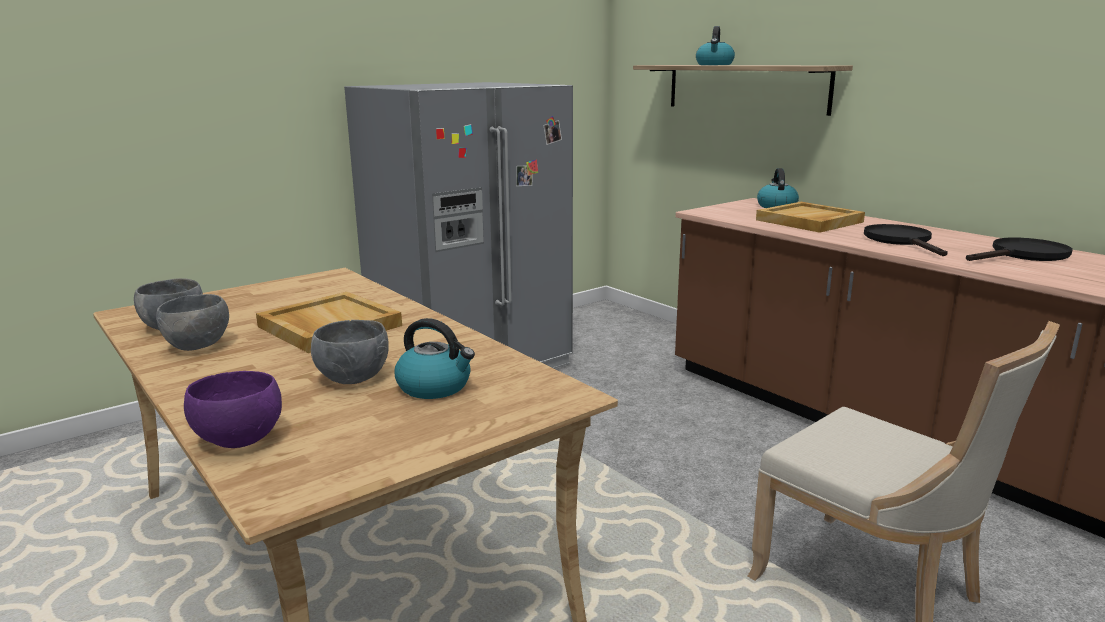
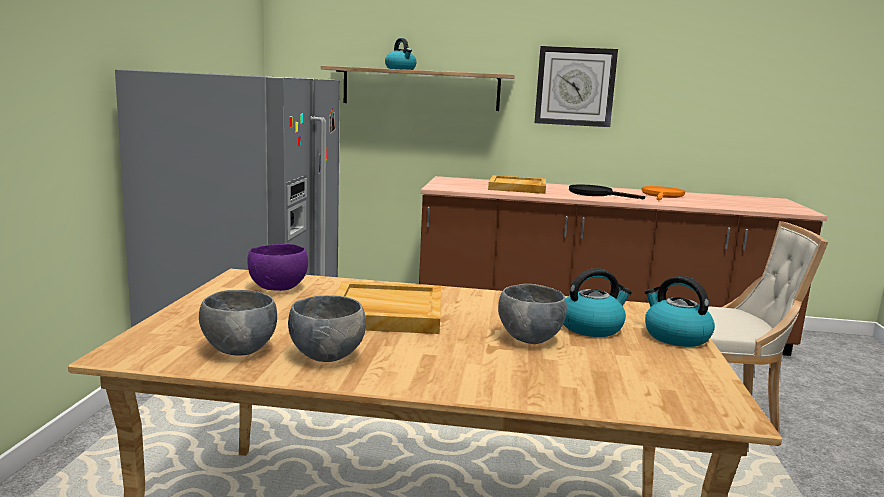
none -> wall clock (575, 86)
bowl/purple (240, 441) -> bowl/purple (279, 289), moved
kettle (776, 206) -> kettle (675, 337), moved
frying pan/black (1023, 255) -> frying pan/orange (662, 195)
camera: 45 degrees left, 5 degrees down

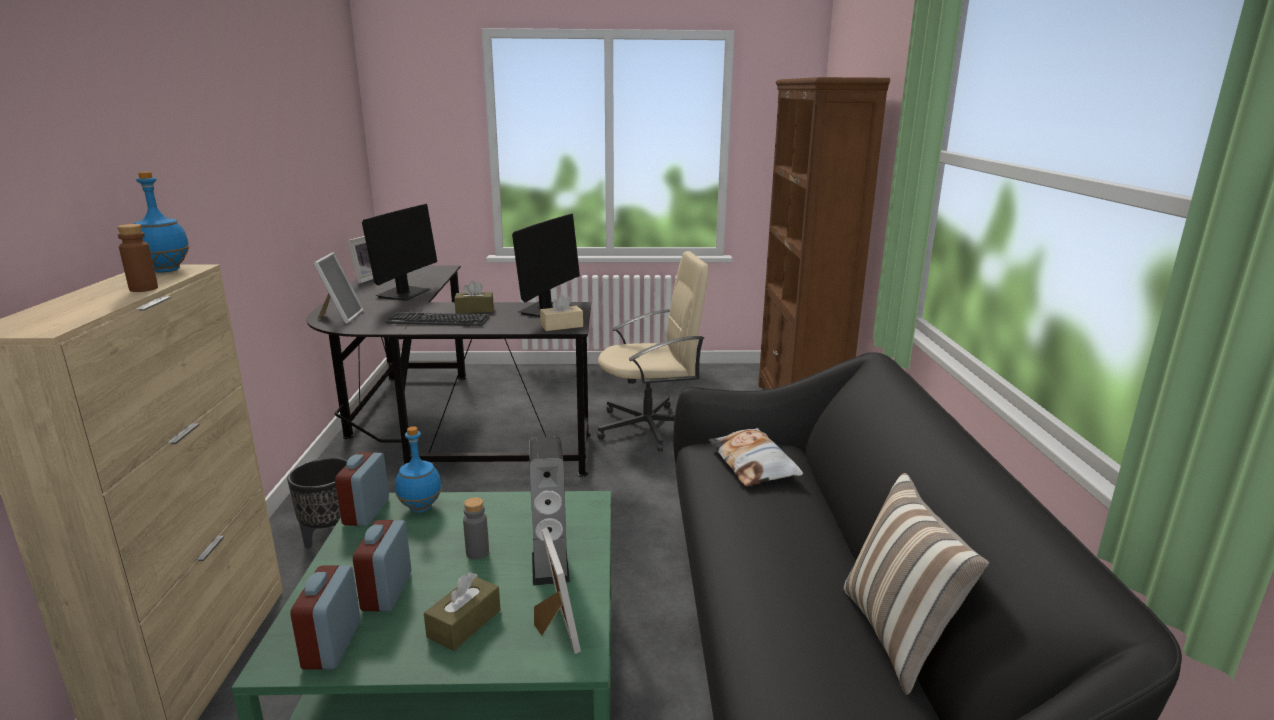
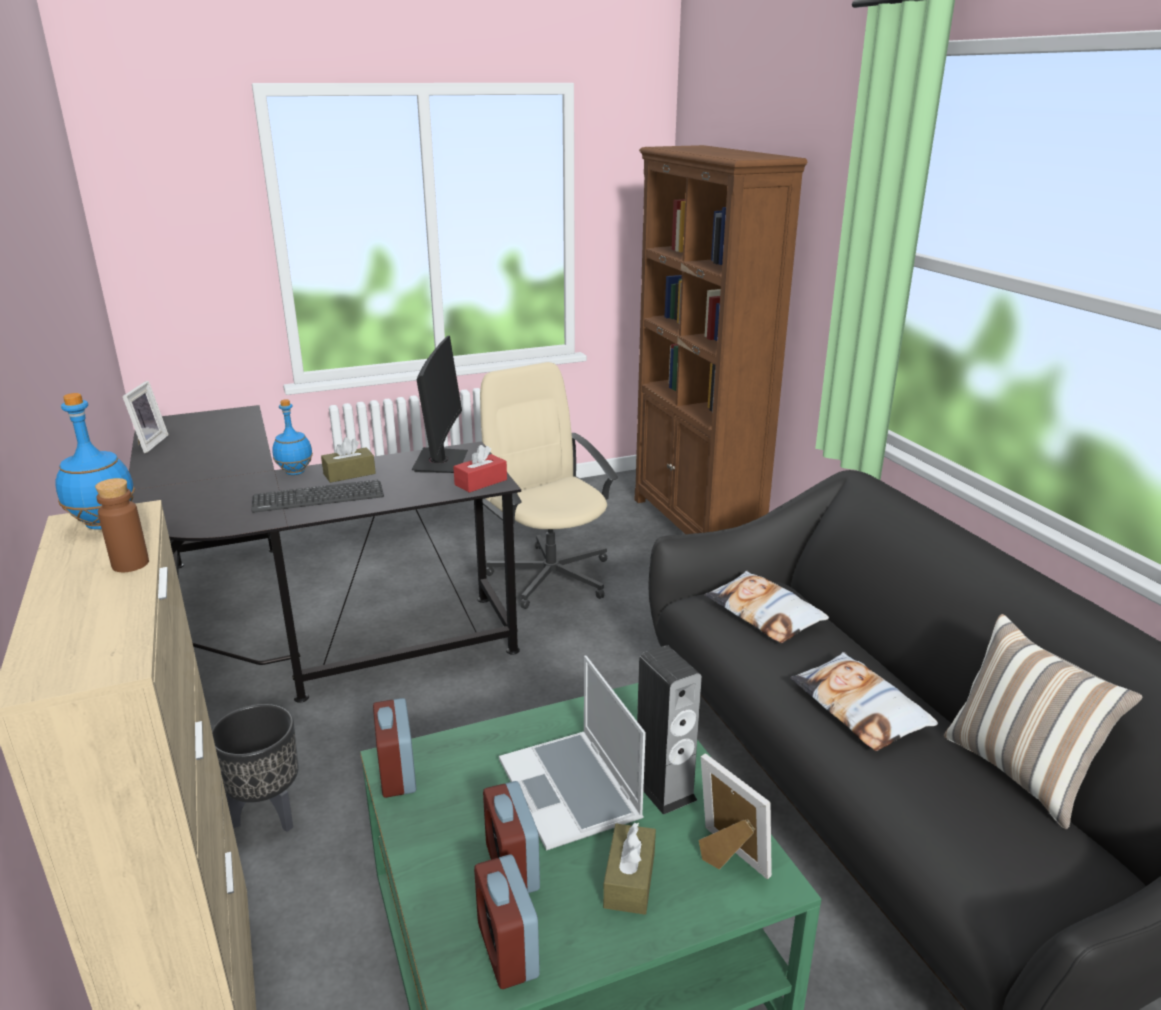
picture frame (340, 317) -> none
monitor (404, 294) -> none
none -> pillow (859, 708)
bottle/blue (420, 508) -> bottle/blue (295, 472), moved
bottle/grey (477, 552) -> laptop (572, 791)
tissue box/beige (561, 326) -> tissue box/red (481, 482)
office chair/beige (650, 427) -> office chair/beige (550, 575), 90 degrees counterclockwise
camera: 20 degrees left, 5 degrees up

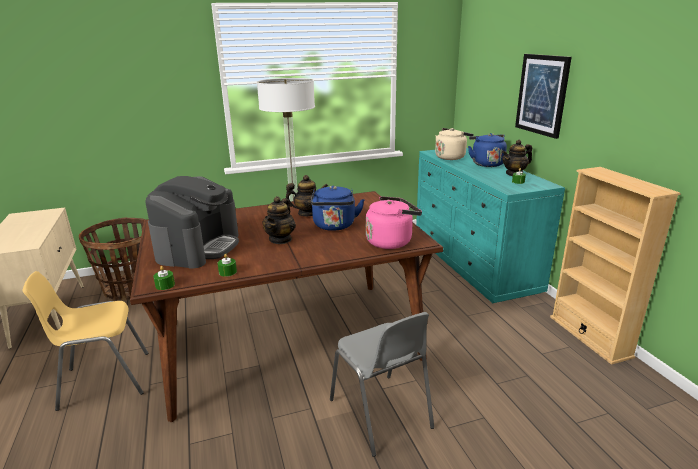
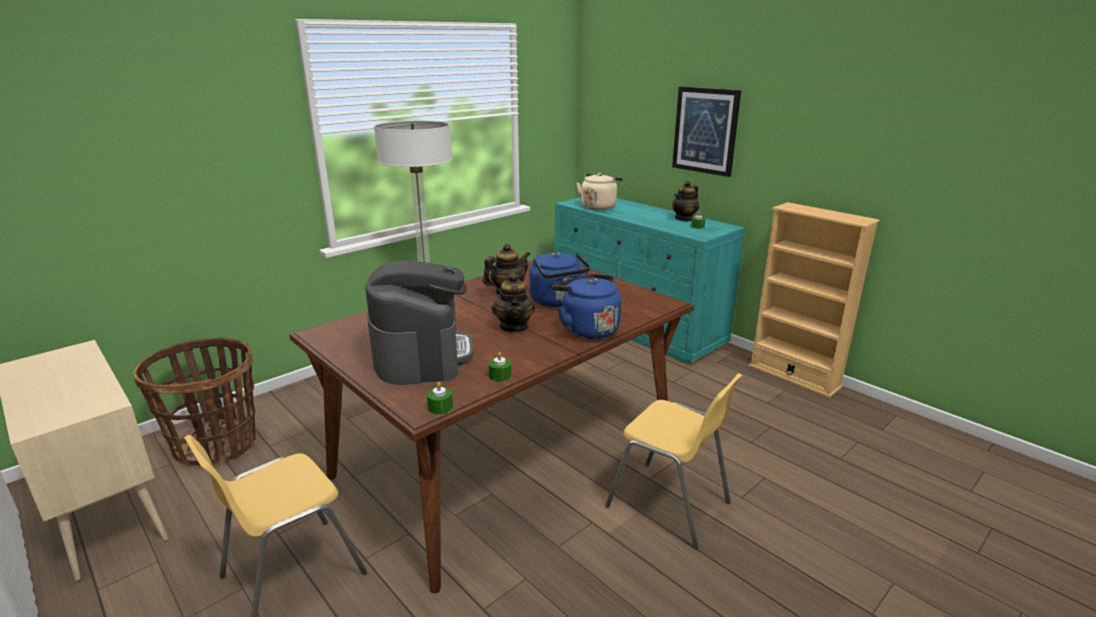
kettle/pink (391, 241) -> none
kettle/blue (486, 163) -> kettle/blue (587, 329), moved
chair/grey (381, 414) -> chair/yellow (669, 505)
camera: 25 degrees left, 0 degrees up

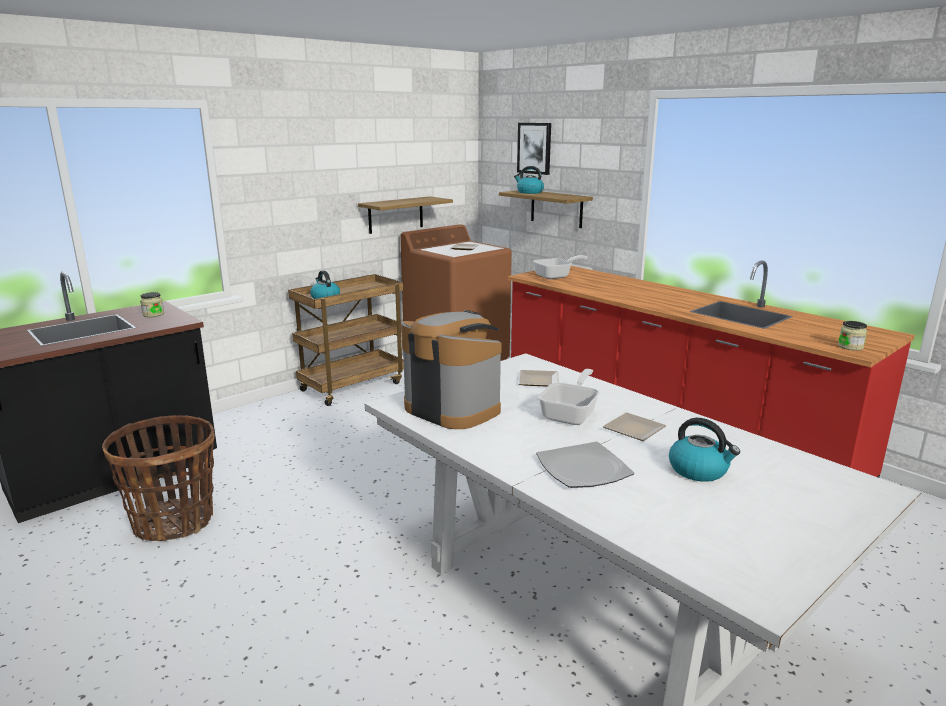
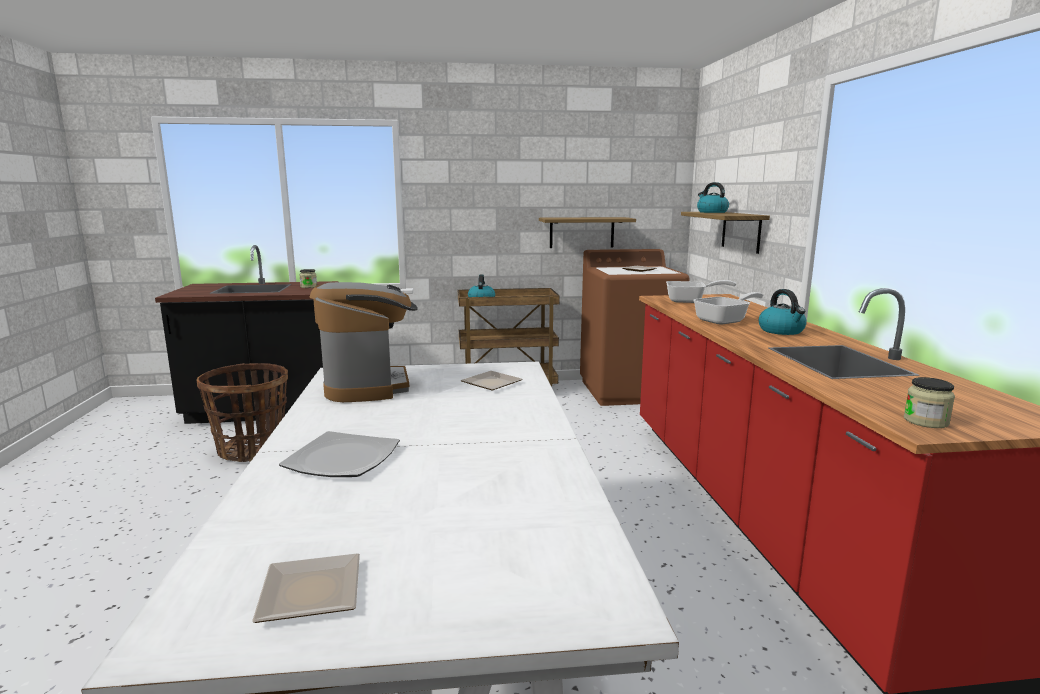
picture (534, 148) -> none
frying pan (571, 414) -> frying pan (725, 320), moved
plate (633, 428) -> plate (315, 590), moved
kettle (699, 470) -> kettle (782, 331), moved
camera: 35 degrees right, 5 degrees down

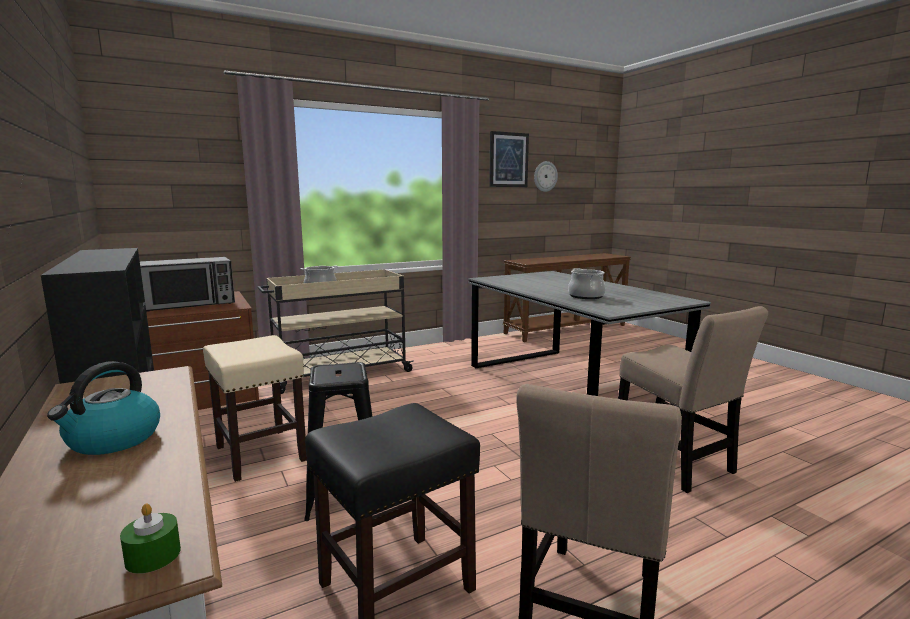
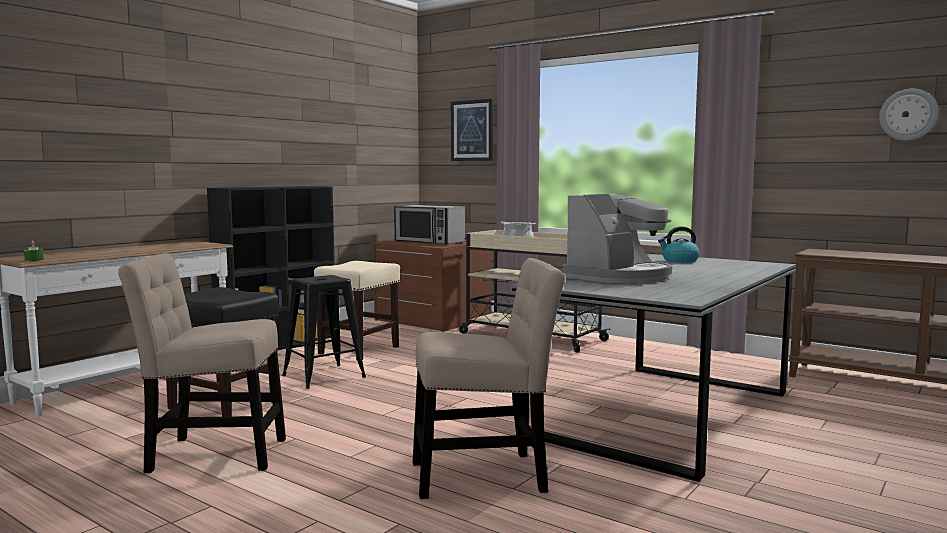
kettle (113, 440) -> kettle (679, 260), moved
picture (508, 160) -> picture (472, 130), moved
cooking pot (585, 296) -> coffee machine (619, 277)
chair/beige (676, 463) -> chair/beige (485, 475), 135 degrees counterclockwise
camera: 65 degrees right, 5 degrees down

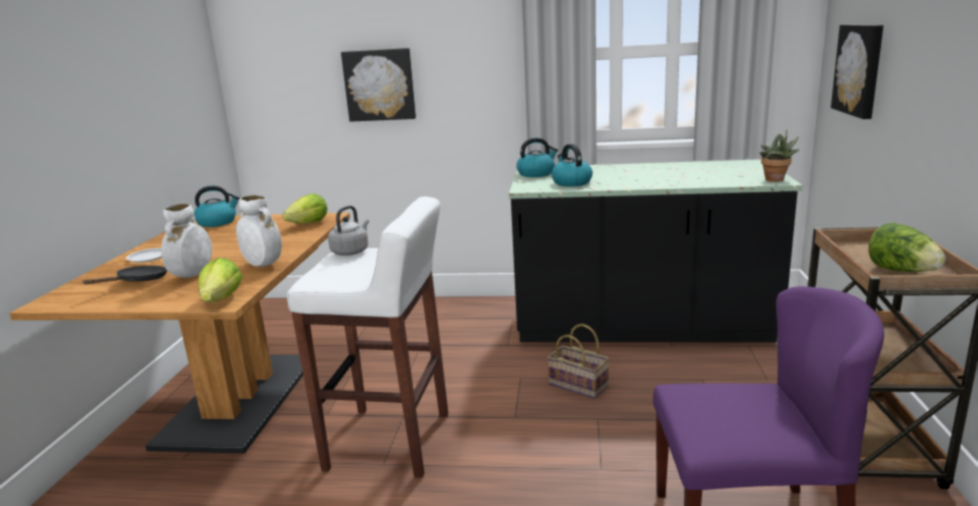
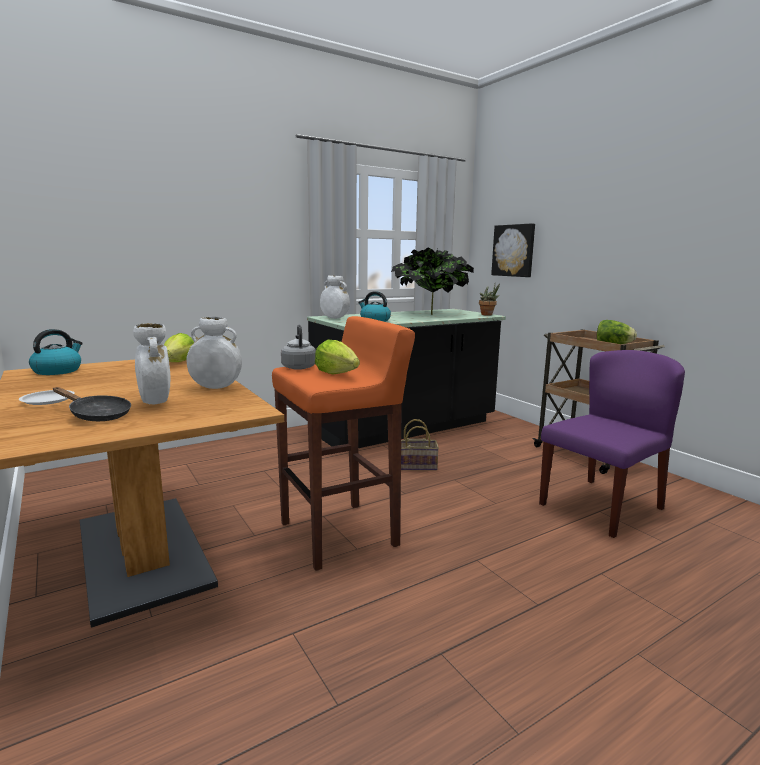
picture (380, 85) -> none
none -> potted plant (429, 314)
lettuce (222, 300) -> lettuce (336, 374), moved
kettle (536, 173) -> vase/white (334, 318)
stool/white (391, 442) -> stool/orange (340, 534)
frying pan/black (138, 281) -> frying pan/black (96, 415), 120 degrees clockwise
camera: 40 degrees left, 5 degrees down

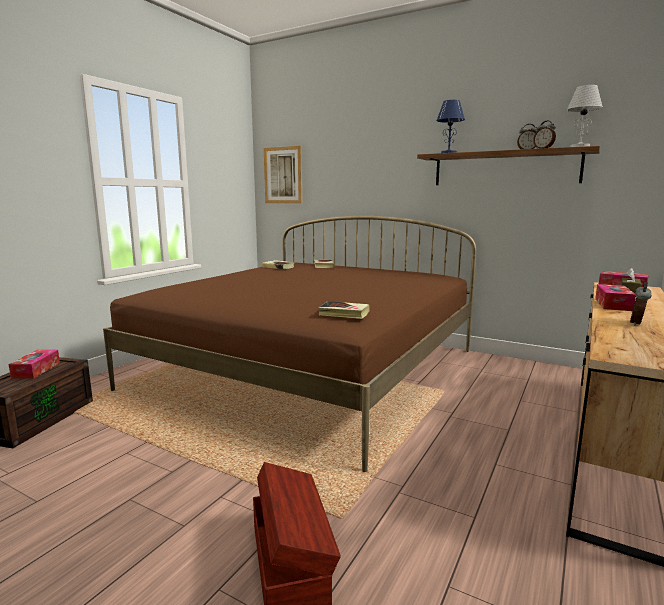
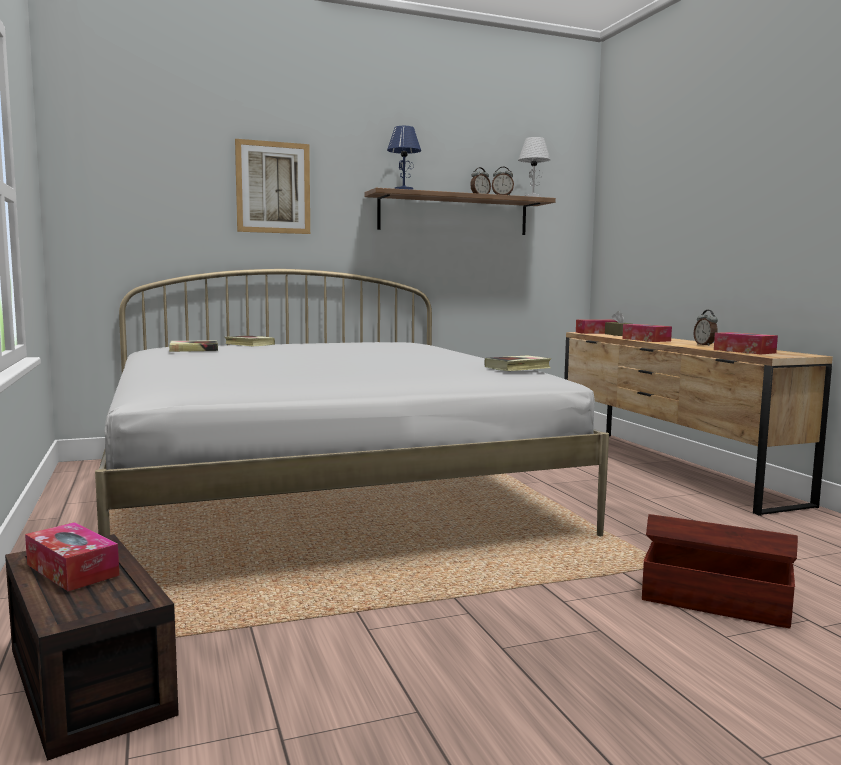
none -> tissue box (744, 351)
picture (283, 175) -> picture (273, 187), moved
bed/brown (310, 368) -> bed/white (324, 490)
camera: 50 degrees left, 5 degrees down

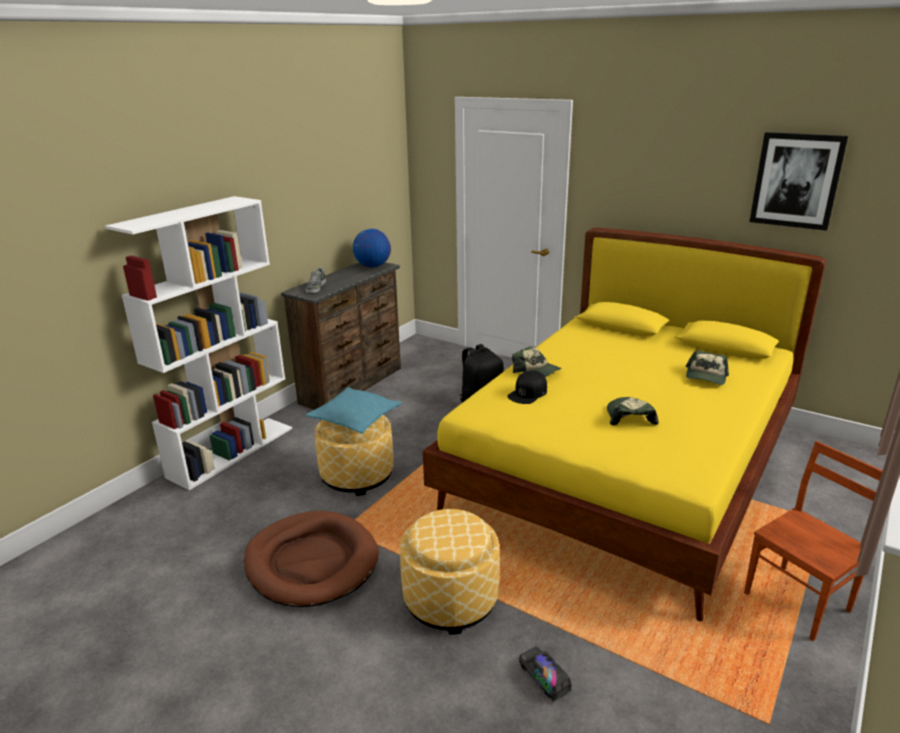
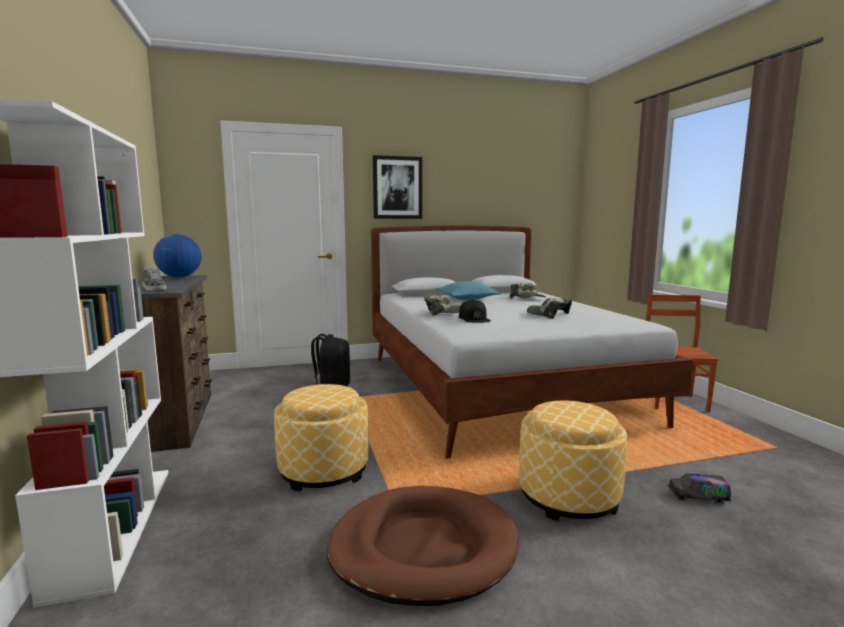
pillow/turquoise (355, 418) -> pillow/turquoise (467, 299), moved
picture (796, 180) -> picture (397, 188), moved
bed/yellow (625, 470) -> bed/white (497, 388)
camera: 50 degrees left, 15 degrees down

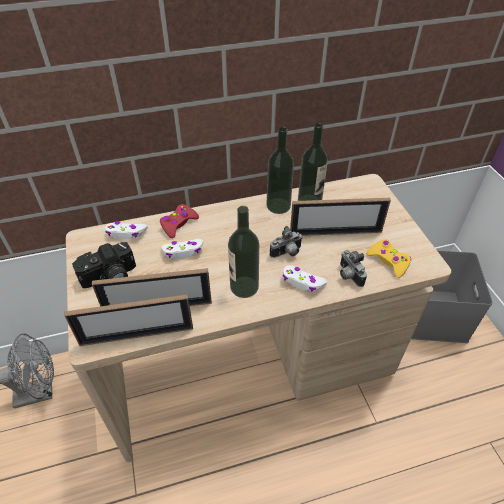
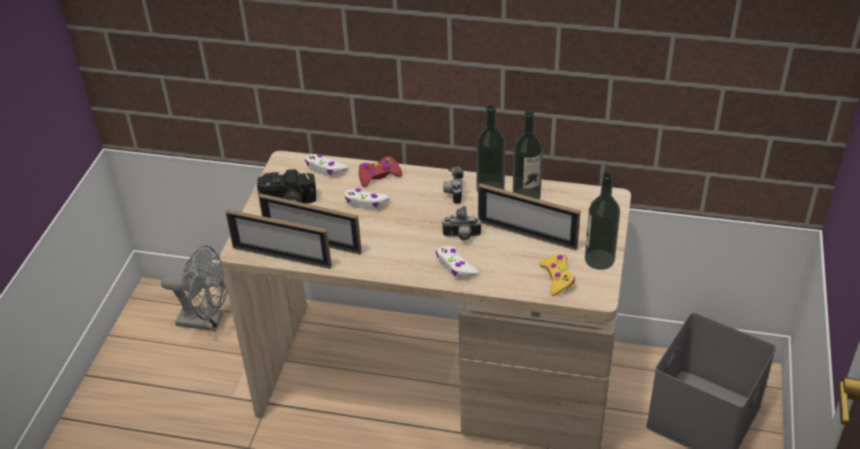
bottle (244, 287) -> bottle (599, 259), moved
photo camera (348, 276) -> photo camera (453, 193), moved
camera: 30 degrees right, 5 degrees down

